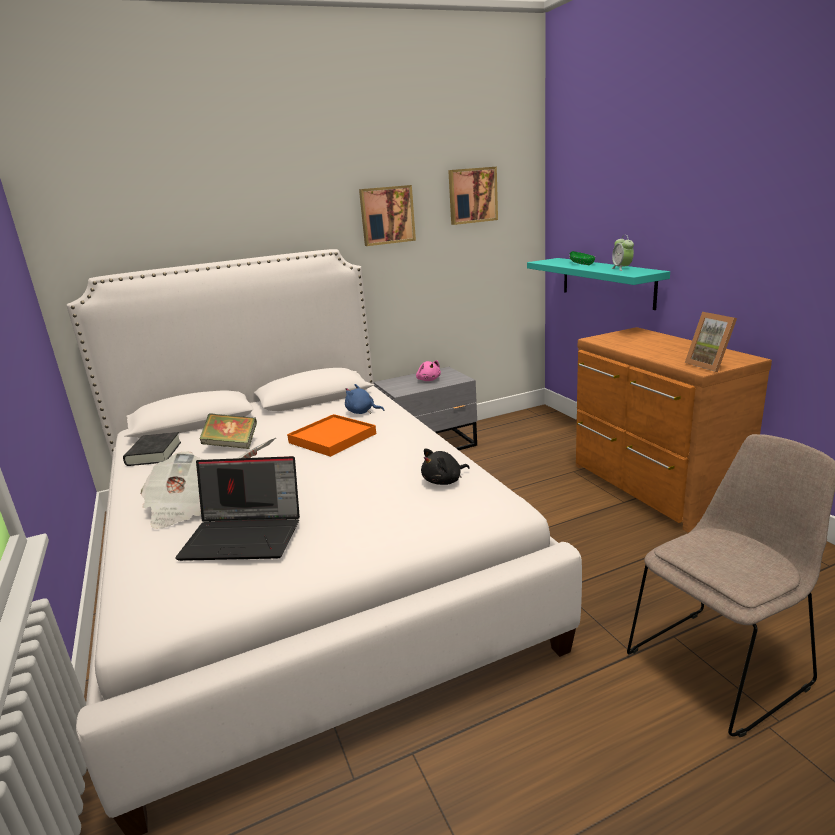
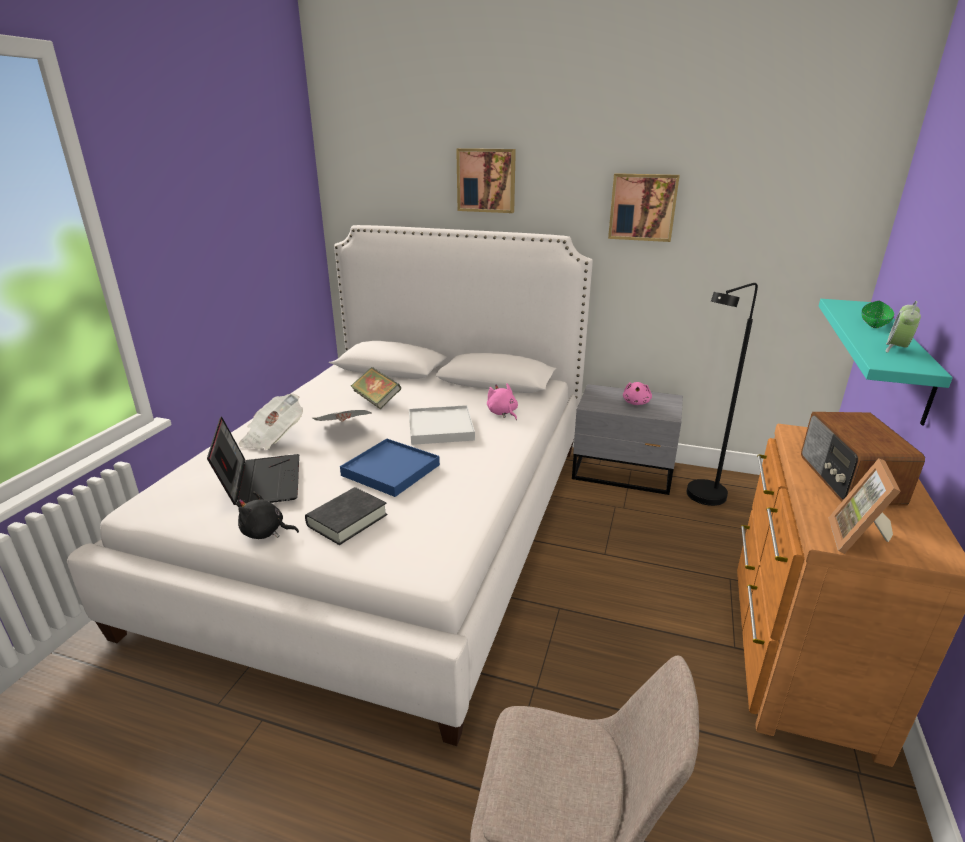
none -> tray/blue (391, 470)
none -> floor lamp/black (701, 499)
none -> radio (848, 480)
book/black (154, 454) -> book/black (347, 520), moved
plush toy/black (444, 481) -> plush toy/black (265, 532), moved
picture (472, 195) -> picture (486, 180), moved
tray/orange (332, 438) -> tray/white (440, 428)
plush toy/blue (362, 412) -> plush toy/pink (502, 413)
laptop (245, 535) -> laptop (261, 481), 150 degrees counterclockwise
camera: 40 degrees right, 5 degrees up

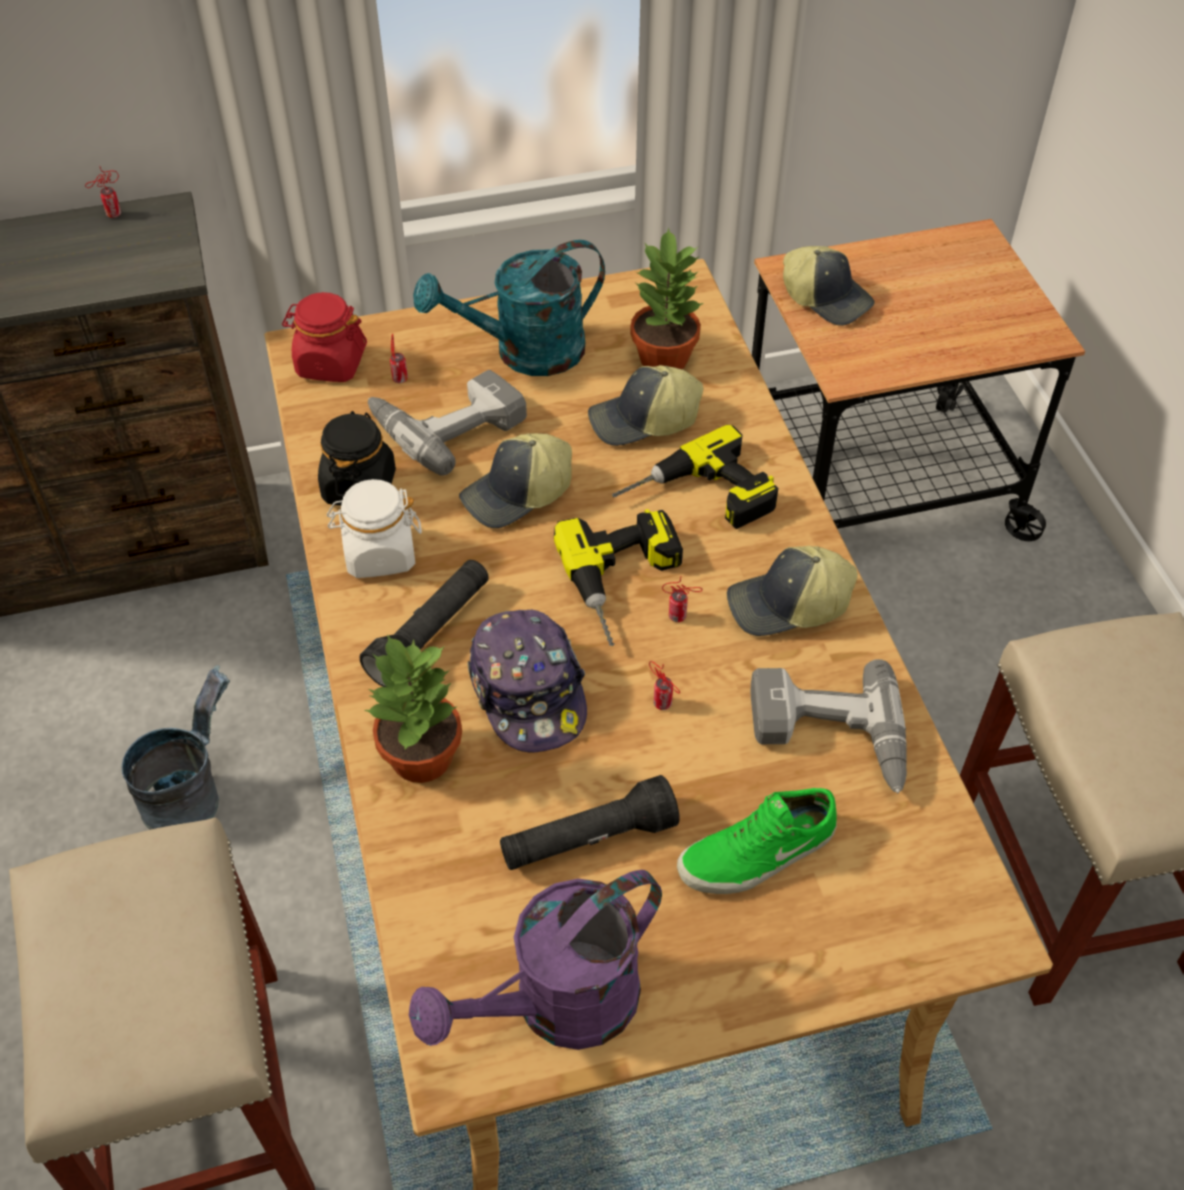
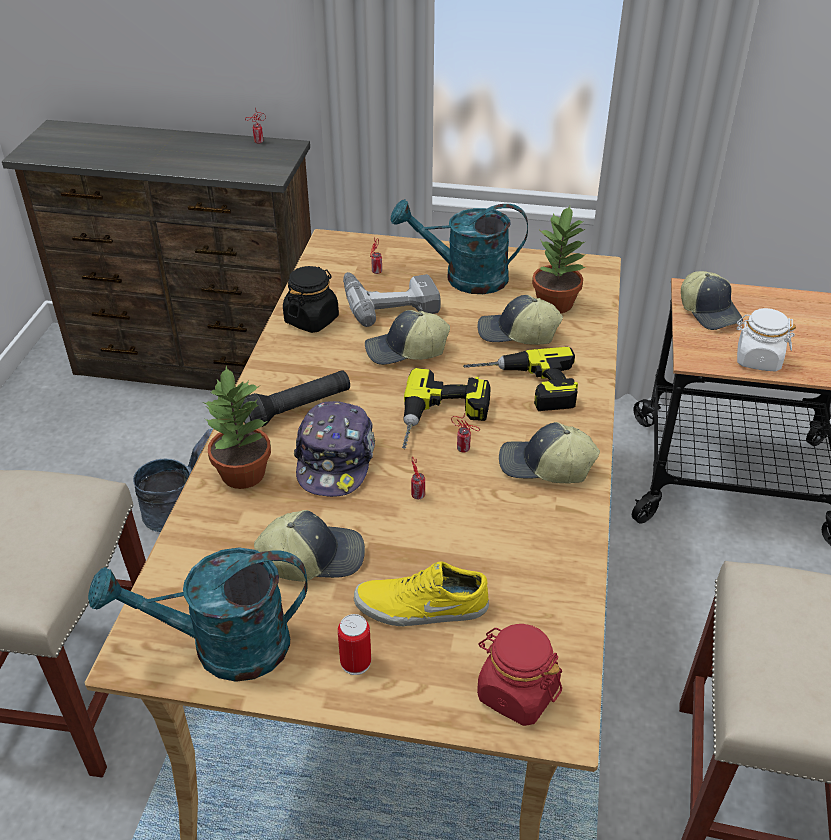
power drill (828, 739) -> none
none -> can (355, 662)
jar/red (330, 364) -> jar/red (516, 693), moved
jar/white (379, 554) -> jar/white (757, 359), moved
flashlight/black (588, 840) -> cap (313, 557)
watering can/purple (558, 1007) -> watering can/turquoise (223, 647)
shoe/green (758, 855) -> shoe/yellow (421, 608)
camera: 25 degrees right, 10 degrees down

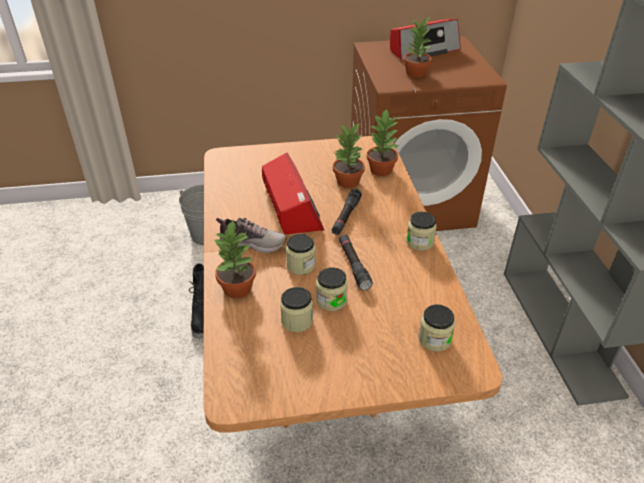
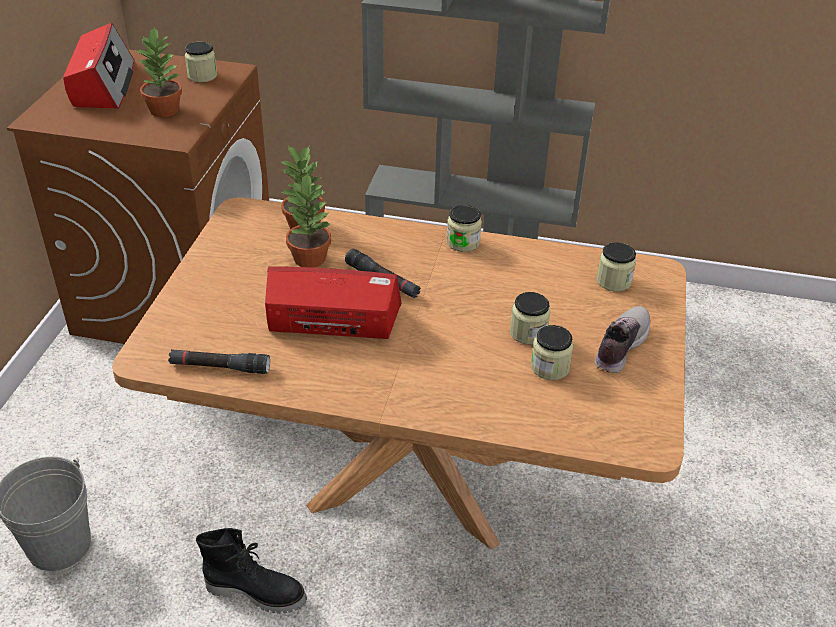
potted plant (237, 289) -> none
shoe (253, 243) -> shoe (619, 347), moved
jar (301, 265) -> jar (202, 76), moved
flashlight/black (353, 265) -> flashlight/black (220, 367), moved
camera: 70 degrees left, 0 degrees up

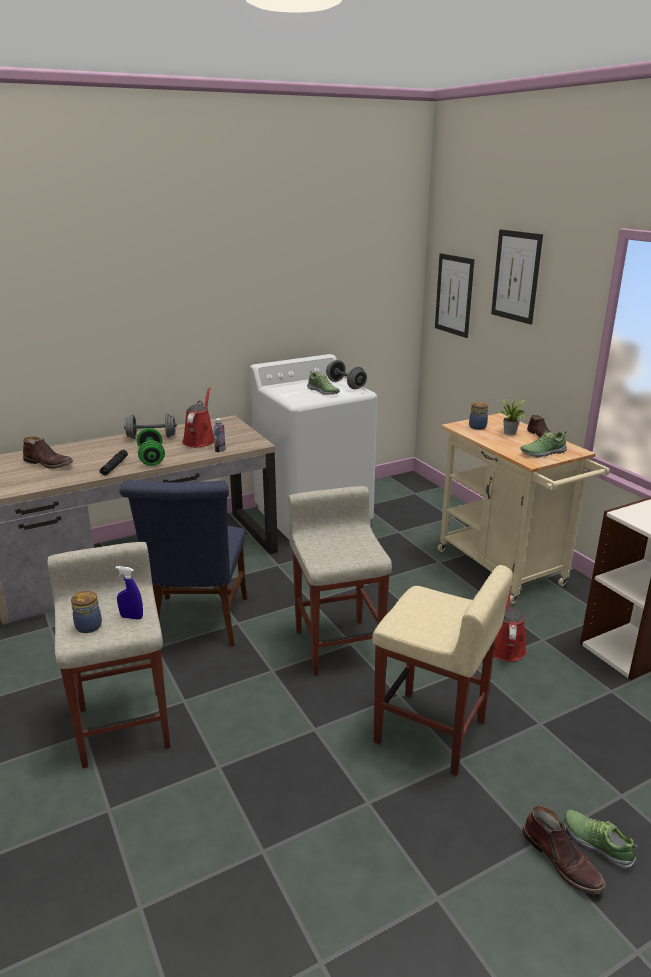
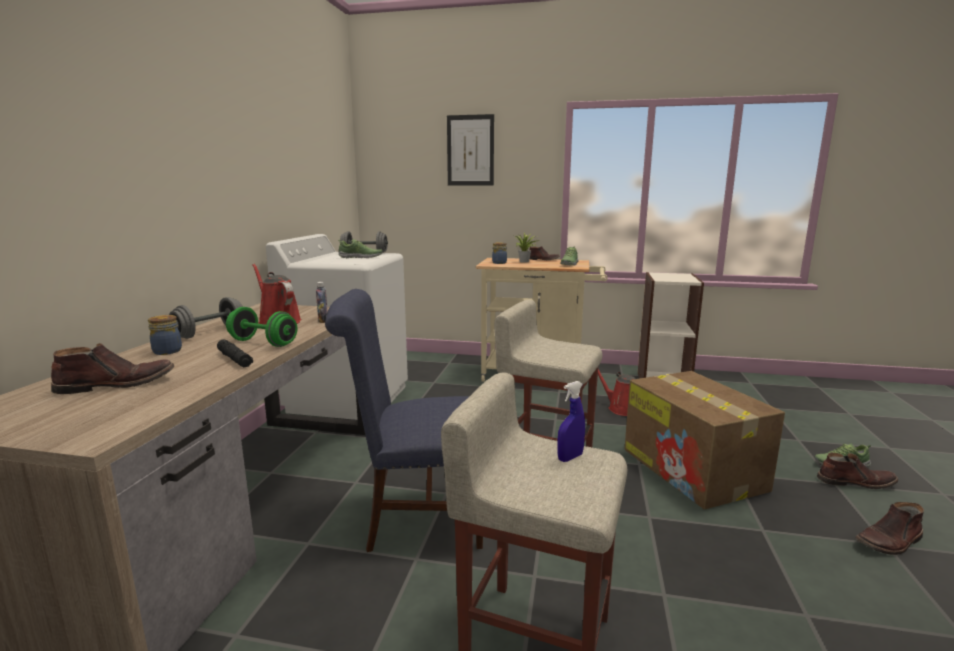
picture (454, 295) -> none
none -> boot/brown (889, 542)
jar (89, 625) -> jar (167, 351), moved
stool/beige (431, 732) -> cardboard box (694, 470)
chair/blue (198, 625) -> chair/blue (416, 515), 135 degrees clockwise
camera: 50 degrees left, 10 degrees down

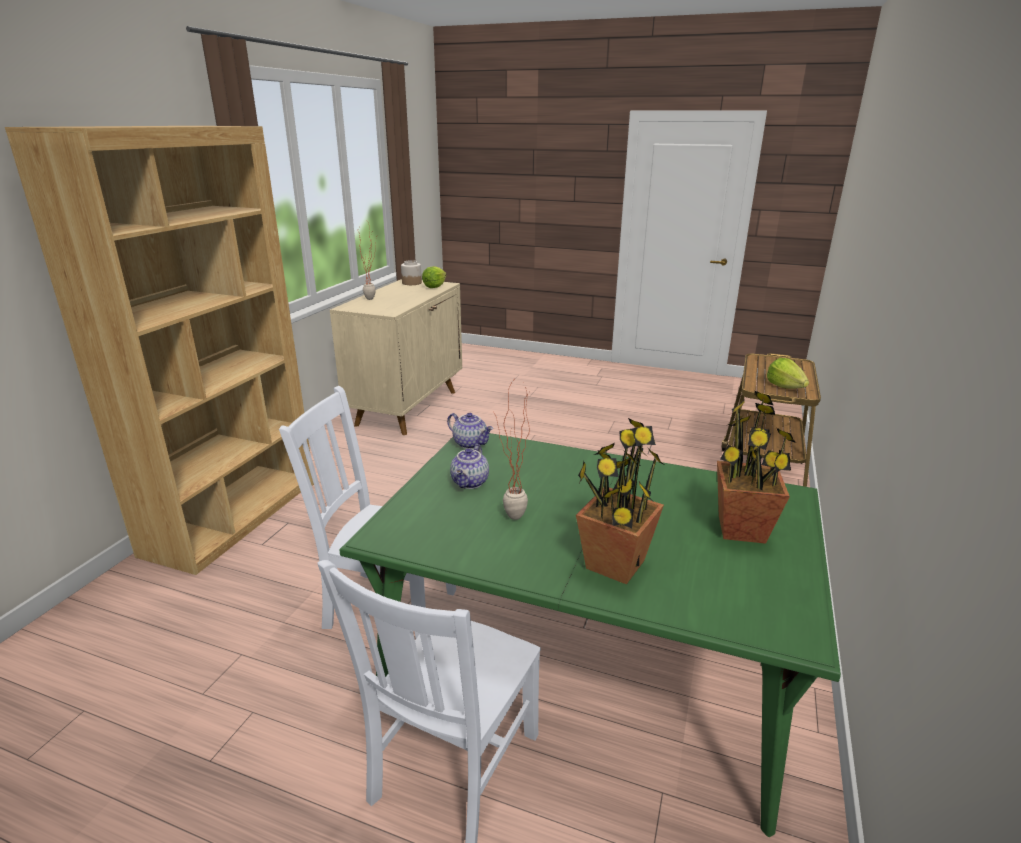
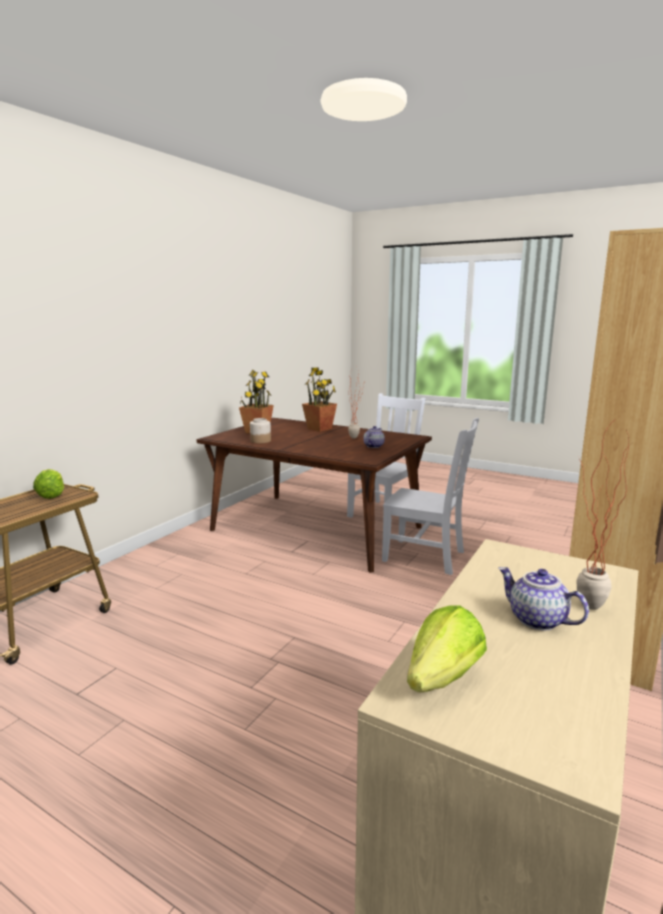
jar (412, 283) -> jar (260, 441), moved
teapot (471, 443) -> teapot (536, 620), moved
dining table/green (587, 669) -> dining table/brown (314, 528)
camera: 170 degrees left, 10 degrees down

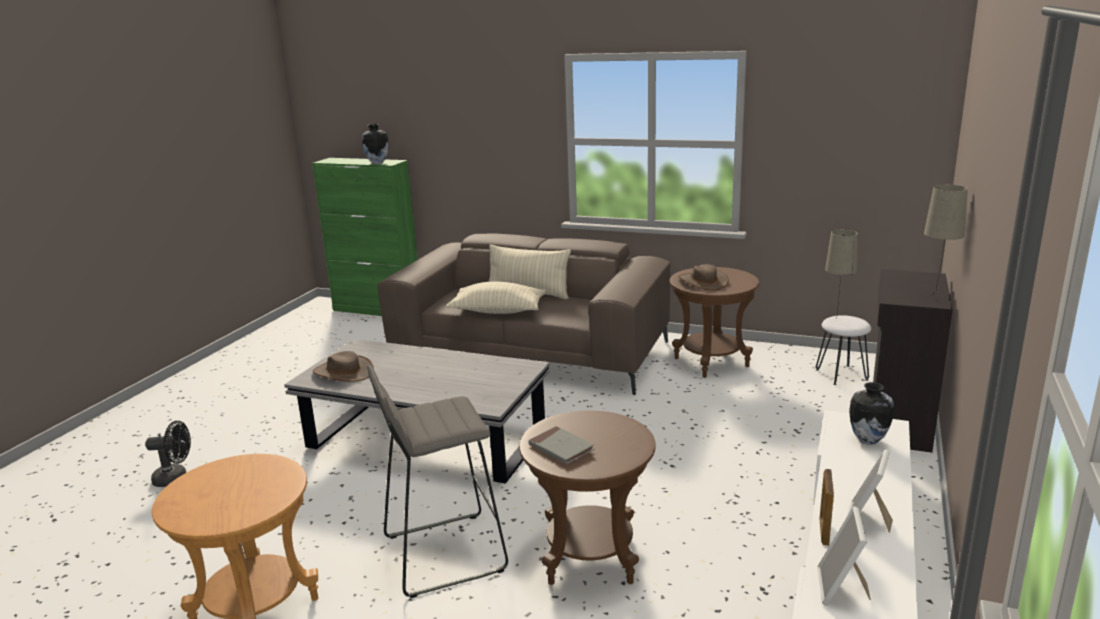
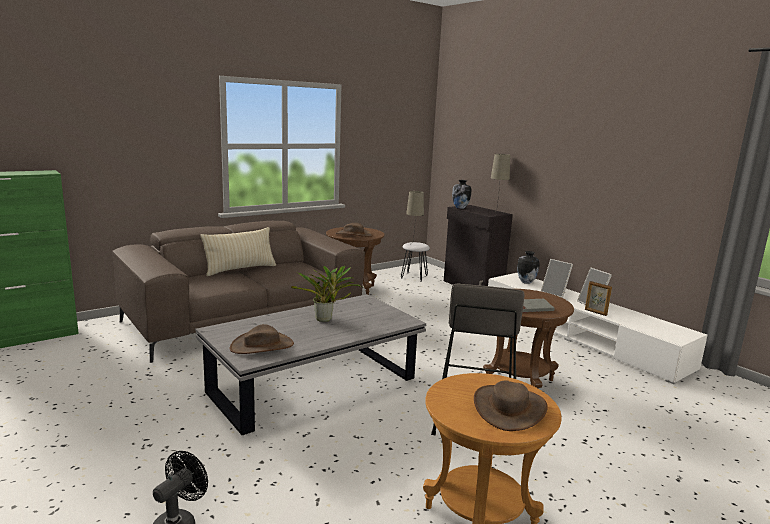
pillow/beige (498, 311) -> none
none -> potted plant (326, 320)
none -> hat/brown (509, 408)
vase (377, 163) -> vase (460, 208), moved
picture frame (841, 589) -> picture frame (555, 293), moved
camera: 60 degrees left, 5 degrees down

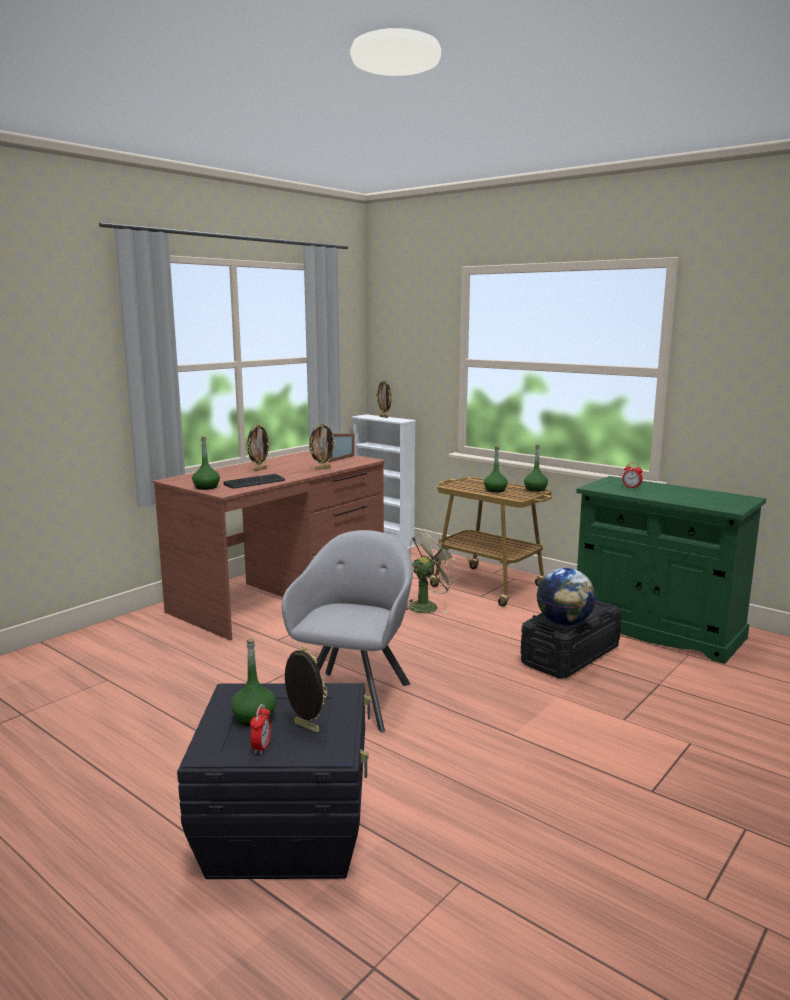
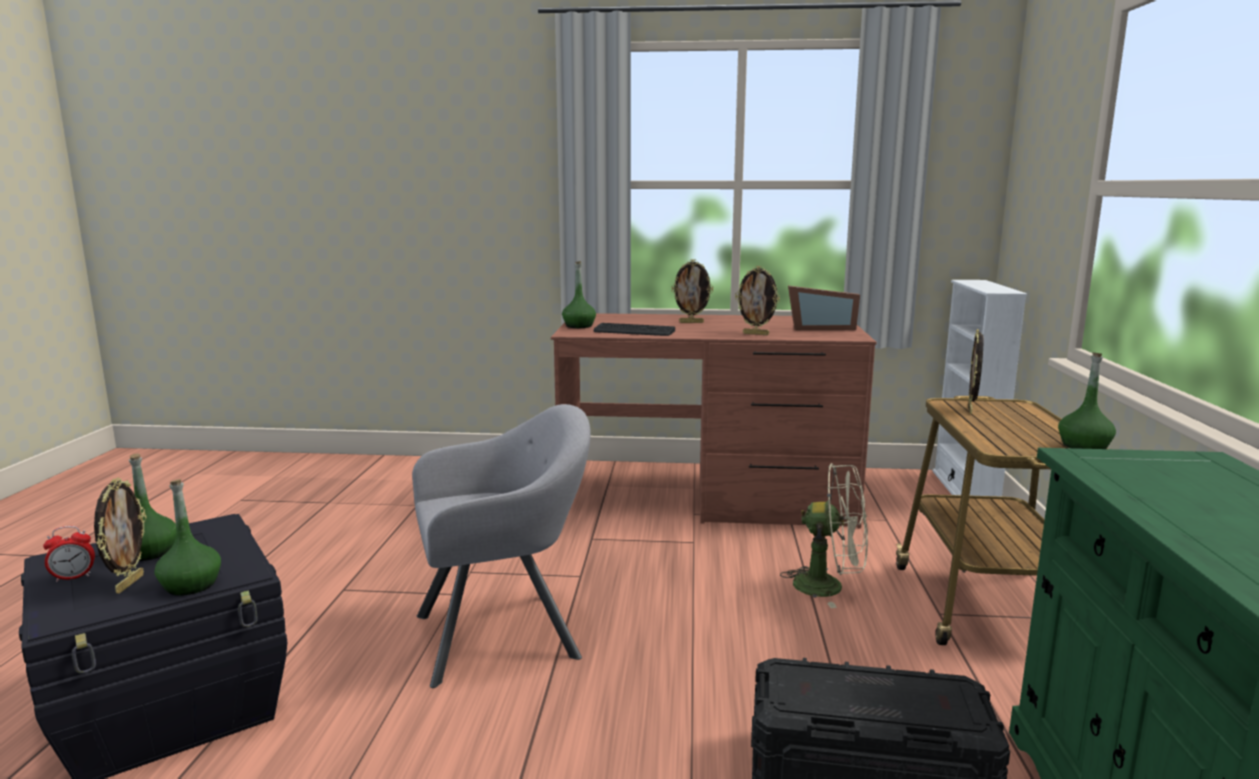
globe (564, 623) -> none
alarm clock (631, 487) -> none
picture frame (384, 417) -> picture frame (971, 410), moved
bottle/green (495, 490) -> bottle/green (190, 585), moved
camera: 55 degrees right, 0 degrees up

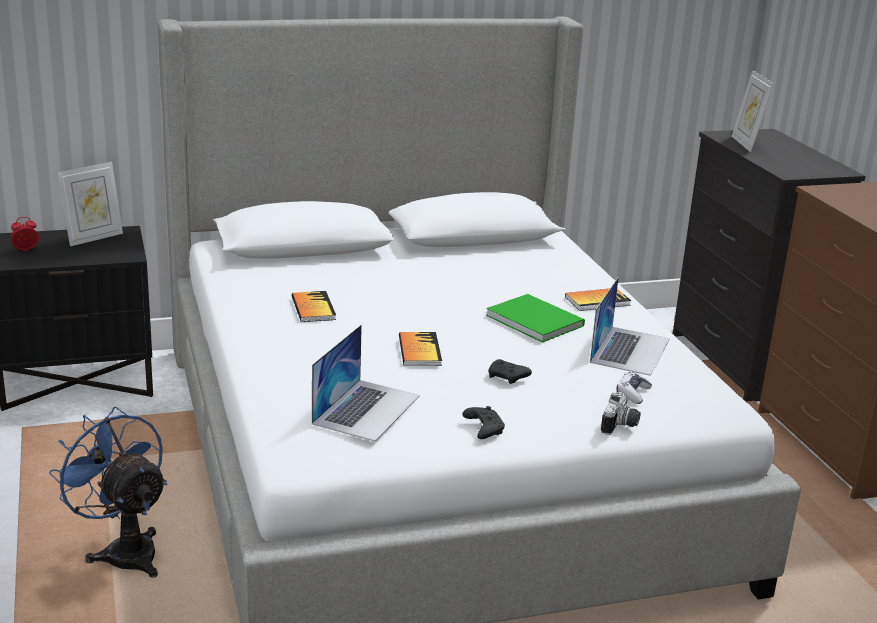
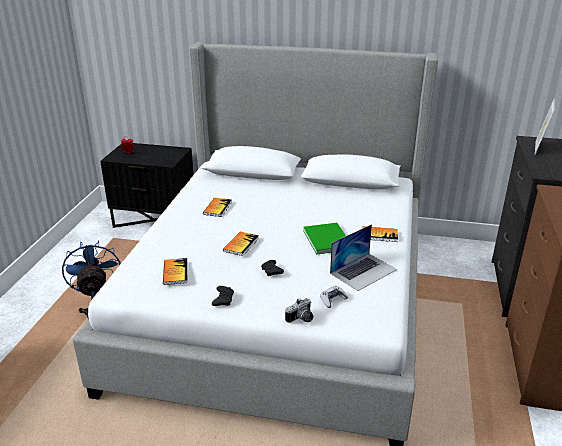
picture frame (93, 238) -> none
laptop (366, 409) -> book (175, 272)
camera: 30 degrees right, 5 degrees up

